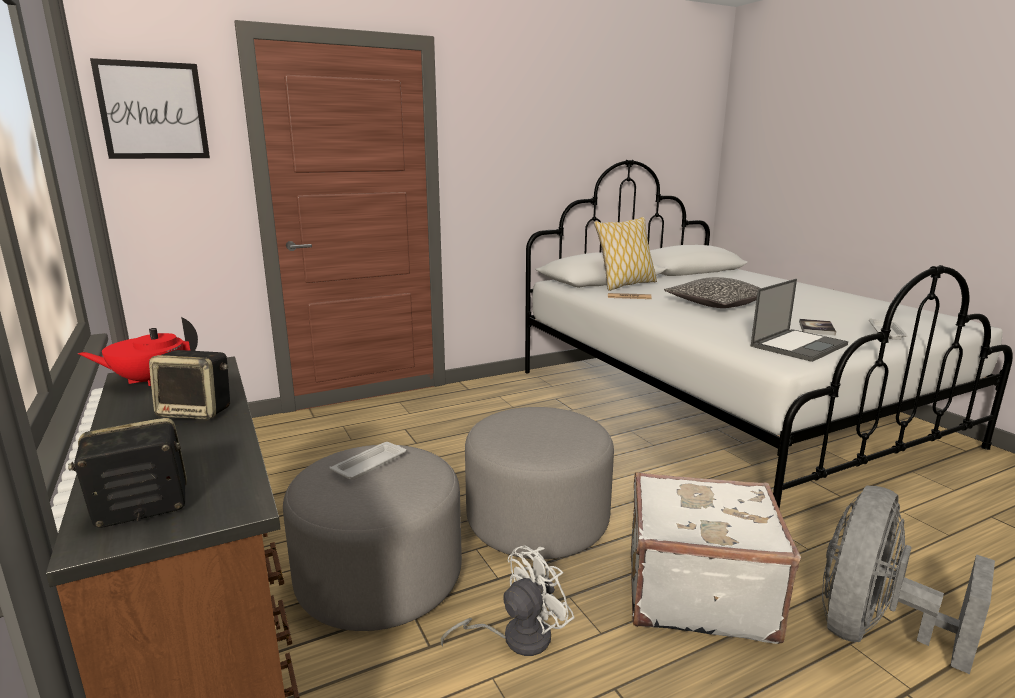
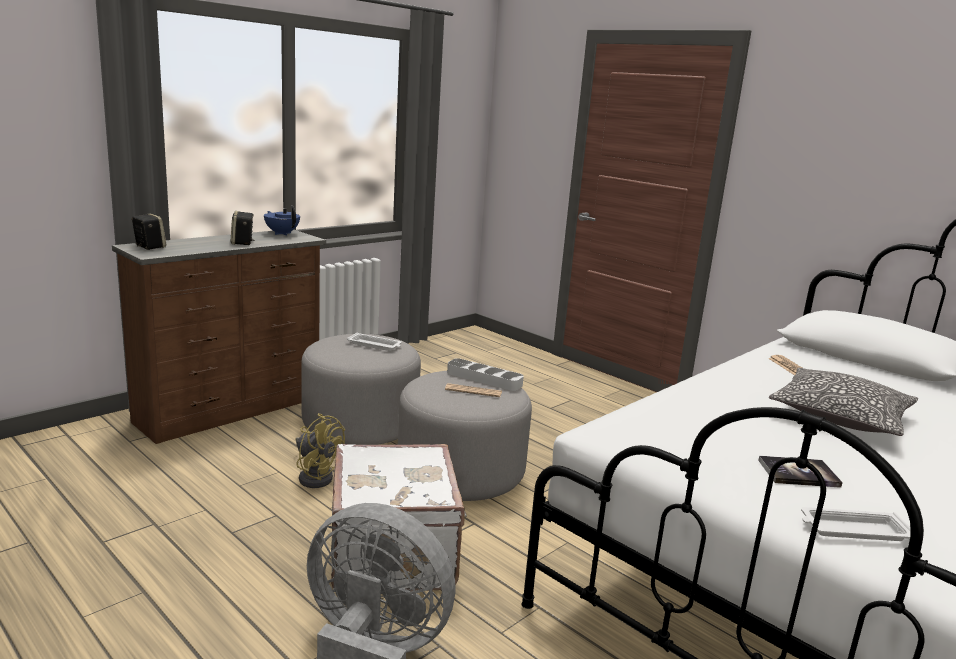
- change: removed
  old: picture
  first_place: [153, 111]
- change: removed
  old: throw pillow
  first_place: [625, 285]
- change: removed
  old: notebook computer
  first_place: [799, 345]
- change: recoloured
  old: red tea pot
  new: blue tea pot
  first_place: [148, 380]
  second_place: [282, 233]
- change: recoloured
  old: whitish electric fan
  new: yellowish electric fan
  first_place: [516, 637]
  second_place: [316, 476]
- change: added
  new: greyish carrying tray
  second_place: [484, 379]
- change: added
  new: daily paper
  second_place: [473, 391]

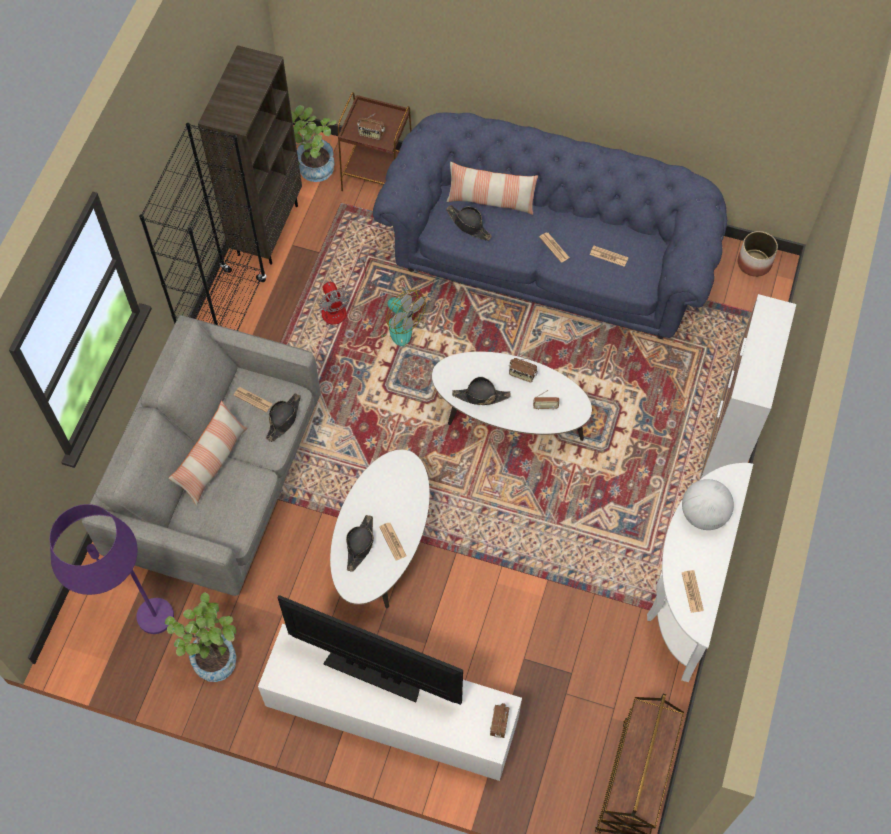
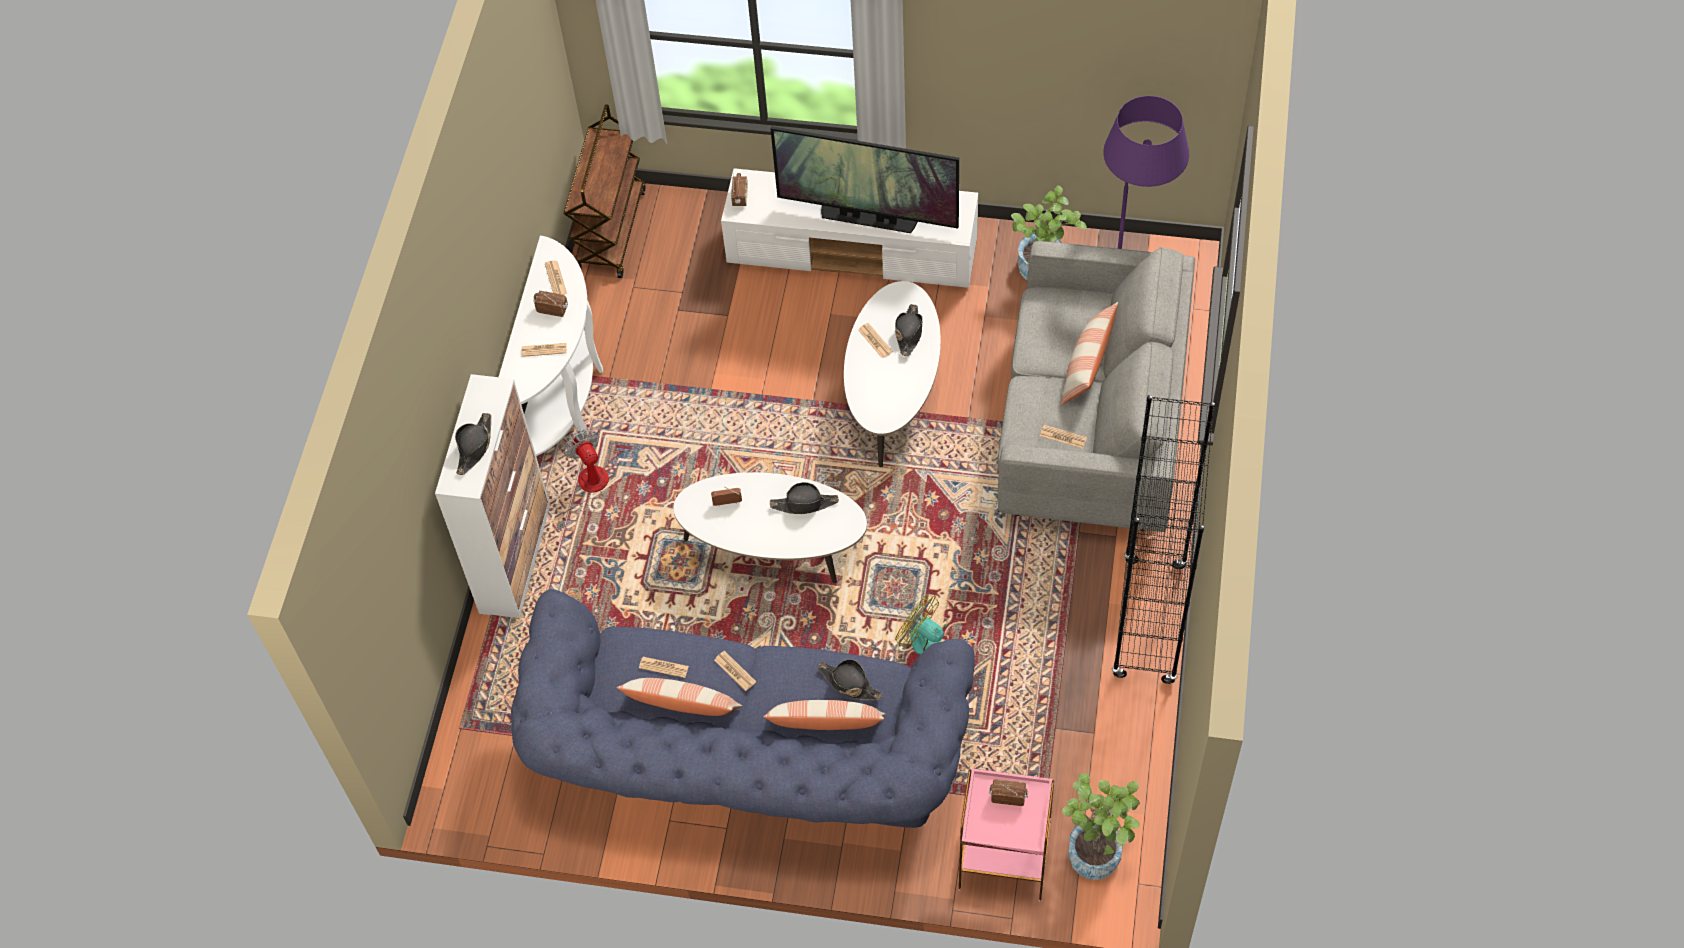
- change: removed
  old: brownish bookshelf
  first_place: [267, 229]
- change: recoloured
  old: brownish accent table
  new: pink-coloured accent table
  first_place: [378, 176]
  second_place: [1003, 857]
- change: removed
  old: flower pot
  first_place: [754, 263]
- change: moved
  old: electric fan
  first_place: [339, 307]
  second_place: [588, 489]
- change: moved
  old: radio receiver
  first_place: [522, 374]
  second_place: [552, 309]
- change: moved
  old: black-coloured hat
  first_place: [284, 419]
  second_place: [474, 447]
- change: replaced
  old: desk globe
  new: daily paper
  first_place: [703, 514]
  second_place: [544, 350]
- change: added
  new: throw pillow
  second_place: [682, 706]

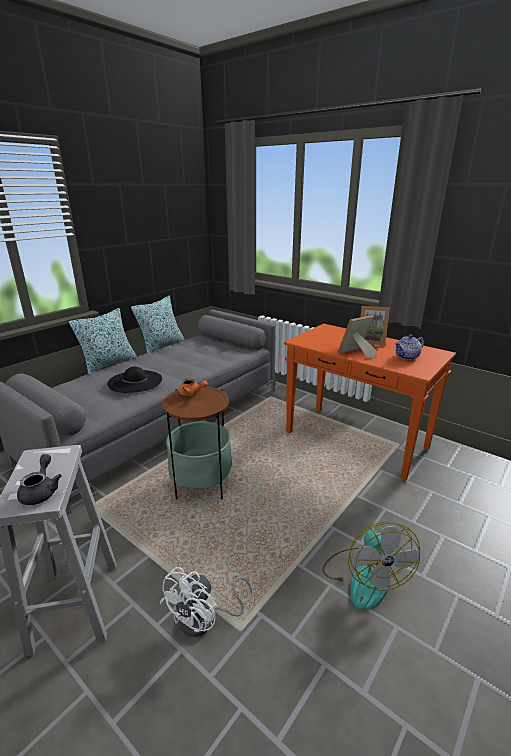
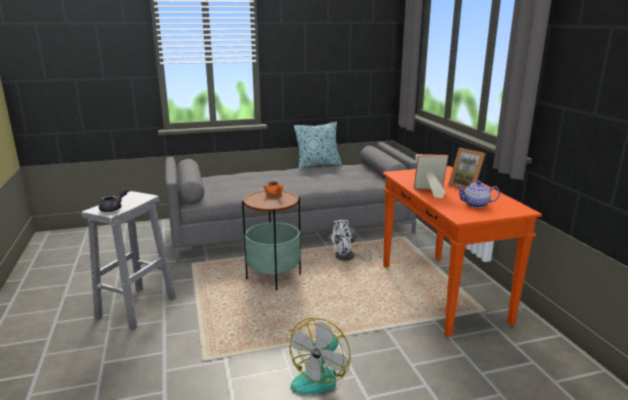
- change: removed
  old: throw pillow
  first_place: [109, 364]
- change: removed
  old: black-coloured hat
  first_place: [135, 381]
- change: moved
  old: whitish electric fan
  first_place: [205, 619]
  second_place: [349, 258]

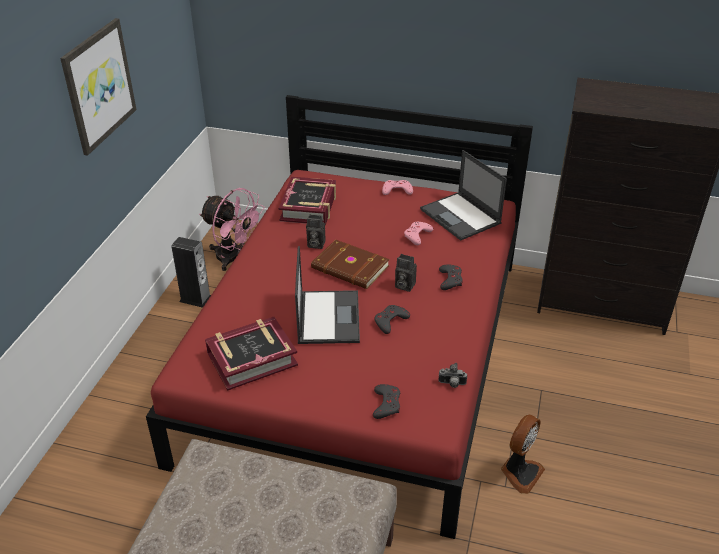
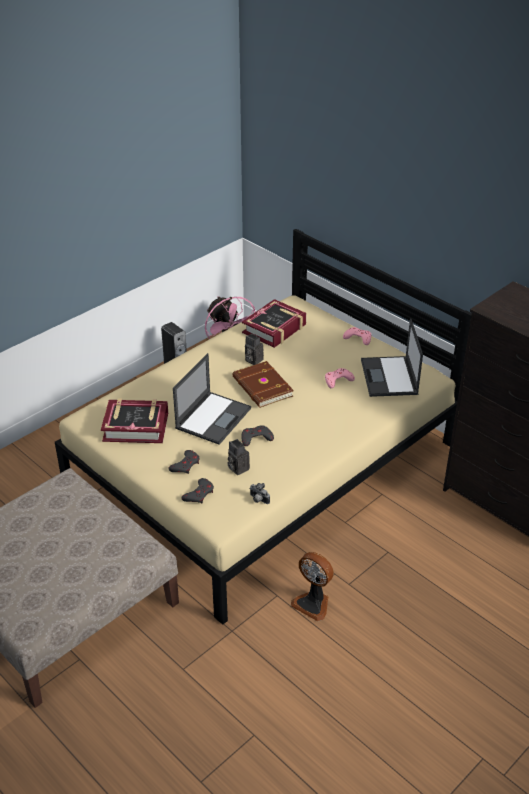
- change: removed
  old: picture
  first_place: [98, 85]
- change: recoloured
  old: red sleeping bed
  new: beige-coloured sleeping bed
  first_place: [359, 355]
  second_place: [264, 466]
- change: moved
  old: still camera
  first_place: [403, 285]
  second_place: [237, 468]
- change: moved
  old: greyish game controller
  first_place: [450, 280]
  second_place: [185, 465]
- change: turned
  old: electric fan
  first_place: [520, 472]
  second_place: [313, 603]
  degrees: 60

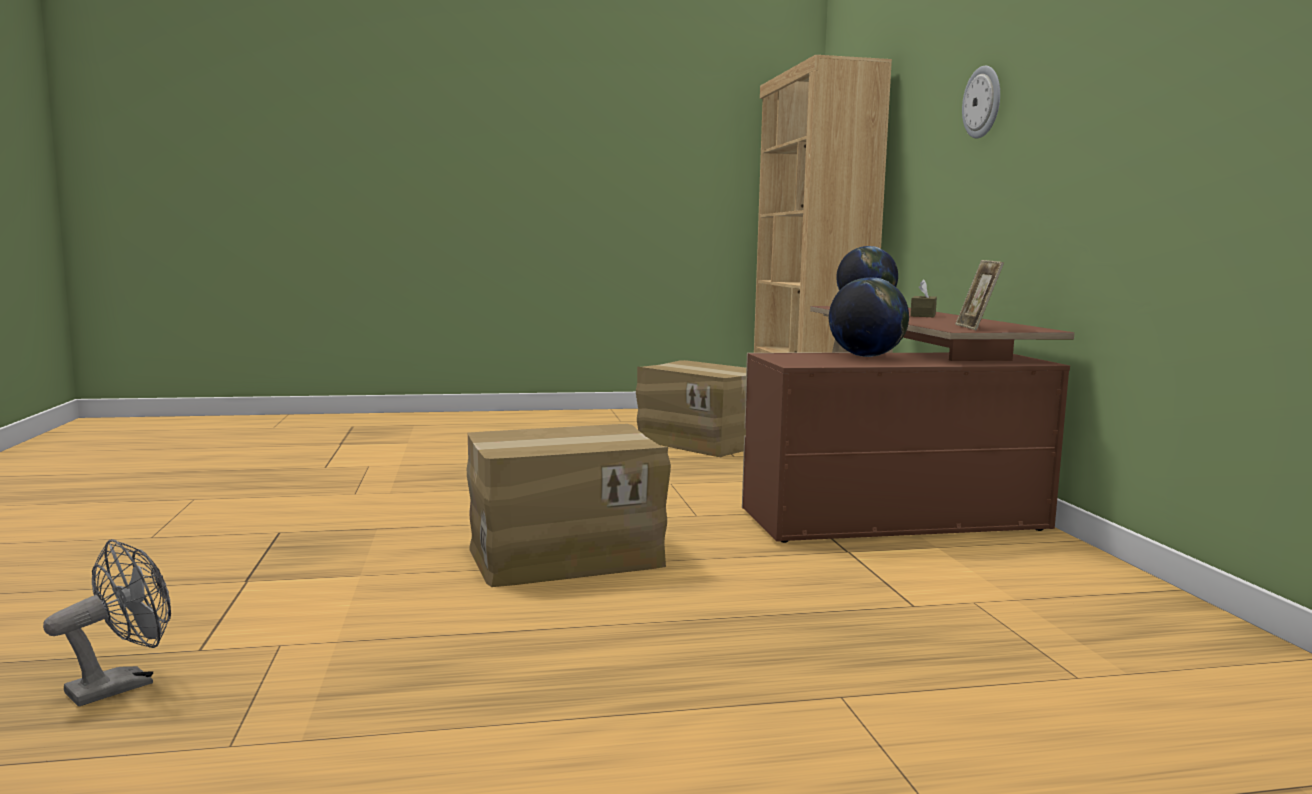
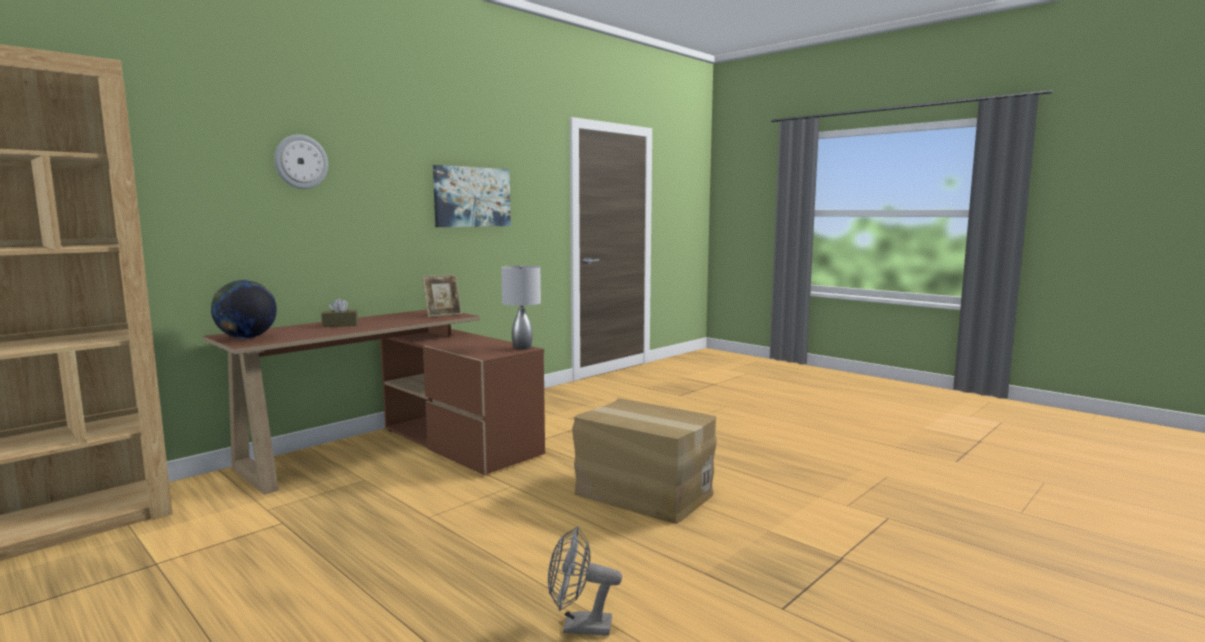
- change: removed
  old: desk globe
  first_place: [866, 356]
- change: removed
  old: packing box
  first_place: [701, 442]
- change: moved
  old: greyish electric fan
  first_place: [122, 685]
  second_place: [579, 627]
- change: added
  new: picture
  second_place: [472, 197]
- change: added
  new: greyish lamp for a table
  second_place: [522, 348]

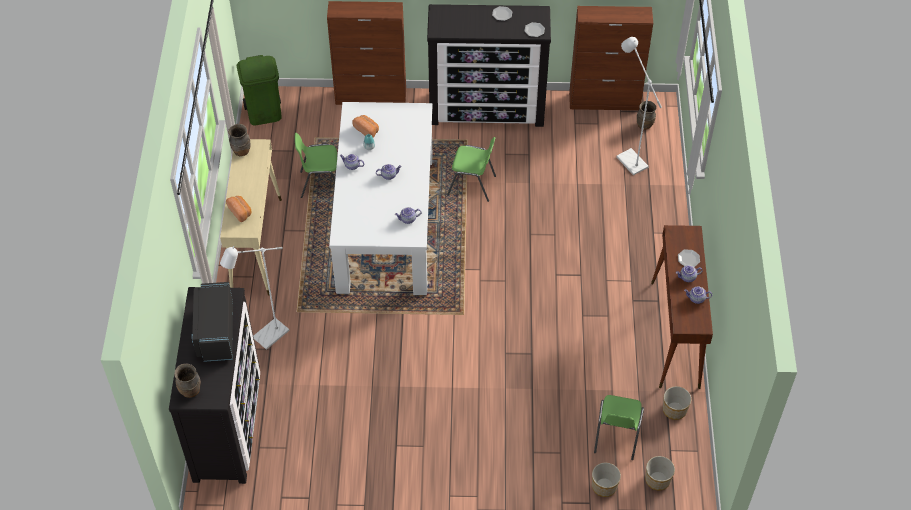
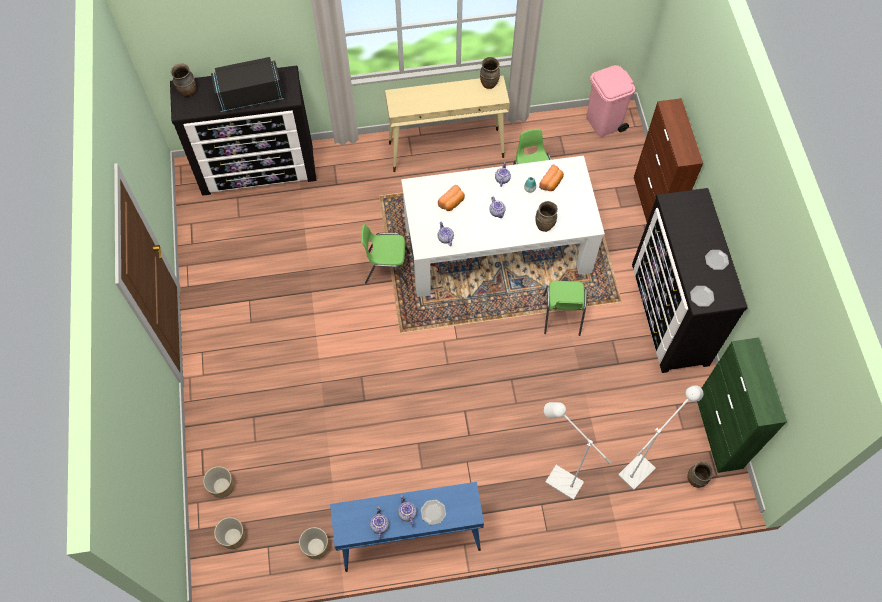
- change: recoloured
  old: brownish storage cabinet
  new: green-coloured storage cabinet
  first_place: [605, 101]
  second_place: [718, 432]
- change: recoloured
  old: green-coloured waste bin
  new: pink-coloured waste bin
  first_place: [264, 113]
  second_place: [604, 122]
- change: moved
  old: baked bread
  first_place: [240, 211]
  second_place: [452, 203]
- change: recoloured
  old: brownish hall table
  new: blue hall table
  first_place: [675, 335]
  second_place: [409, 539]
- change: moved
  old: whitish floor lamp
  first_place: [266, 338]
  second_place: [558, 479]
- change: moved
  old: green-coloured chair
  first_place: [616, 436]
  second_place: [387, 268]
- change: added
  new: brownish vase
  second_place: [544, 225]

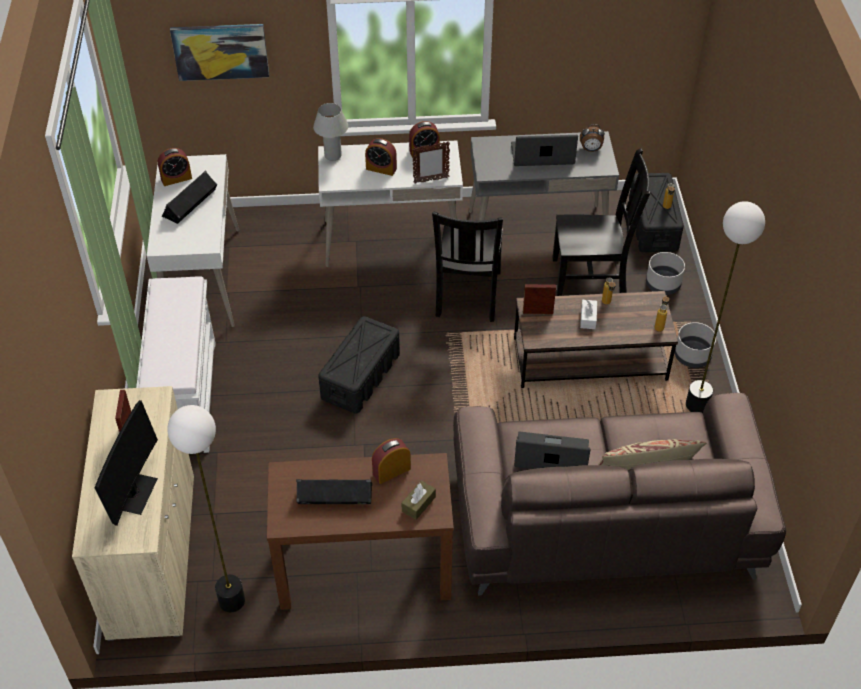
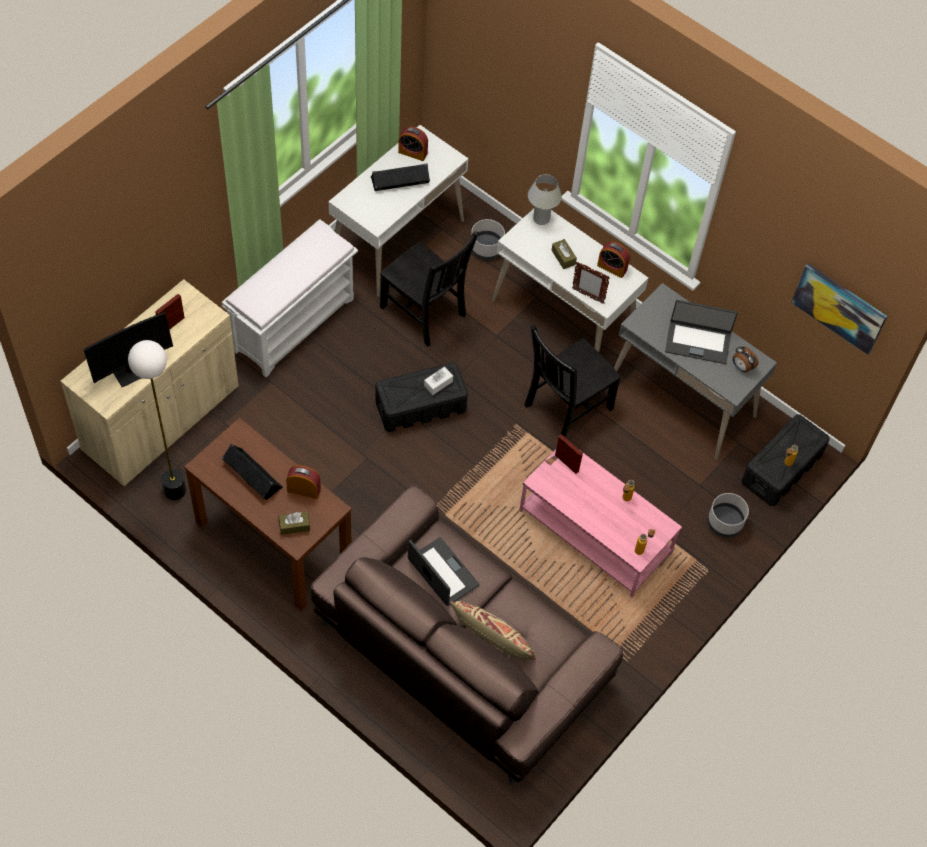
- change: moved
  old: picture
  first_place: [220, 51]
  second_place: [839, 307]
- change: turned
  old: notebook computer
  first_place: [542, 155]
  second_place: [698, 342]
  degrees: 150
- change: replaced
  old: table clock
  new: brownish box of tissues
  first_place: [381, 168]
  second_place: [563, 257]
- change: moved
  old: black-coloured chair
  first_place: [592, 277]
  second_place: [425, 313]
- change: removed
  old: floor lamp
  first_place: [696, 405]
- change: recoloured
  old: brownish low table
  new: pink-coloured low table
  first_place: [589, 359]
  second_place: [594, 532]
- change: moved
  old: whitish box of tissues
  first_place: [588, 318]
  second_place: [438, 384]
- change: moved
  old: greyish flower pot
  first_place: [692, 356]
  second_place: [486, 249]

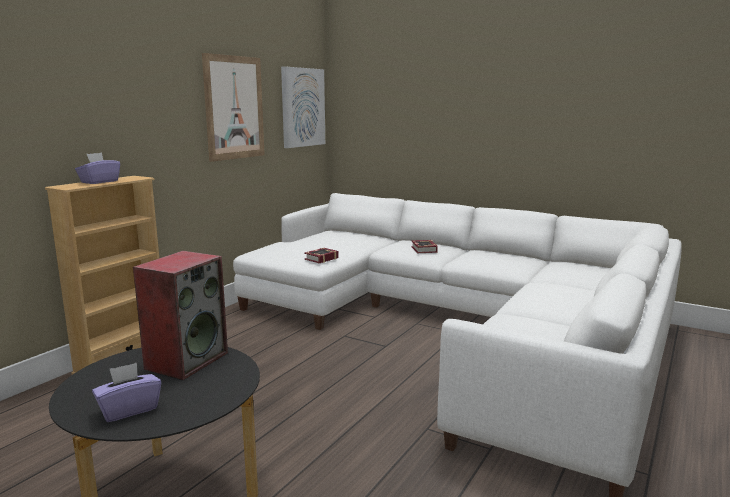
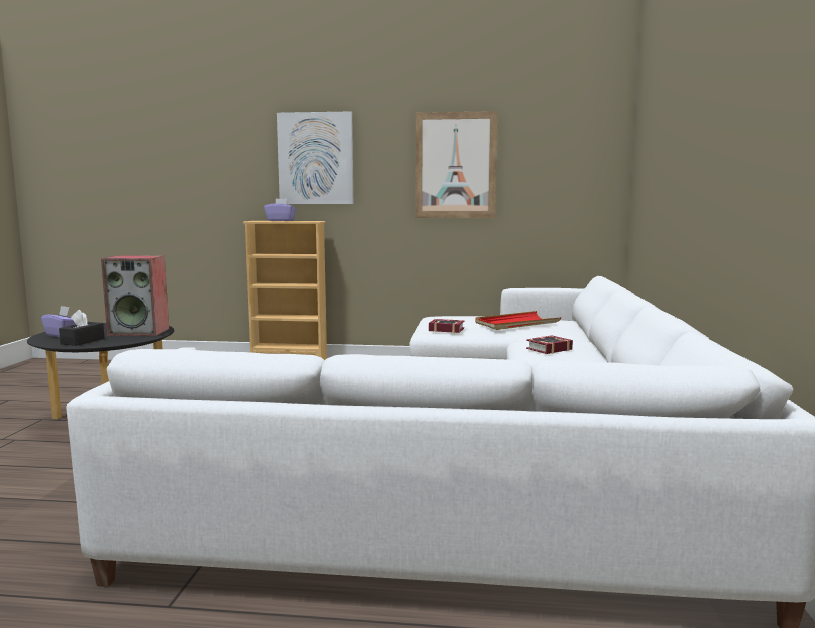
- change: moved
  old: picture
  first_place: [302, 107]
  second_place: [316, 159]
- change: added
  new: black-coloured box of tissues
  second_place: [83, 341]
- change: added
  new: red carrying tray
  second_place: [516, 324]

